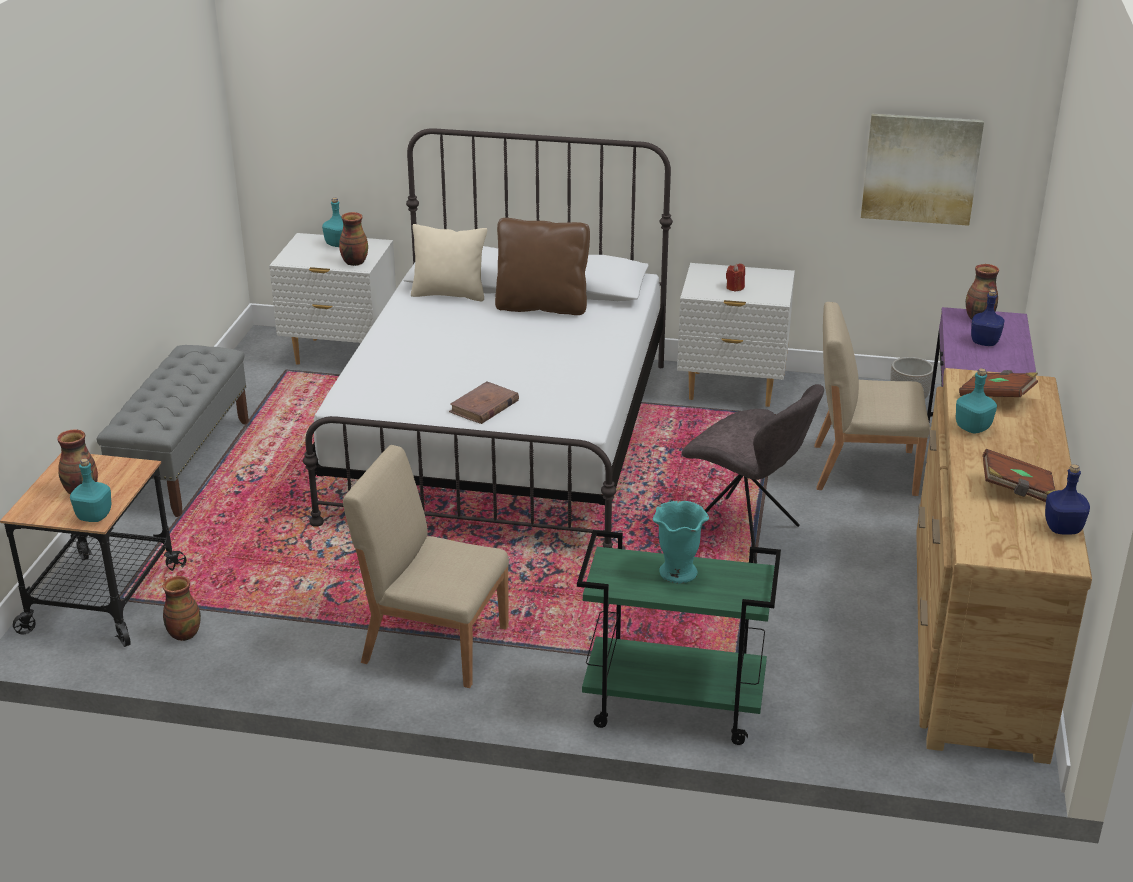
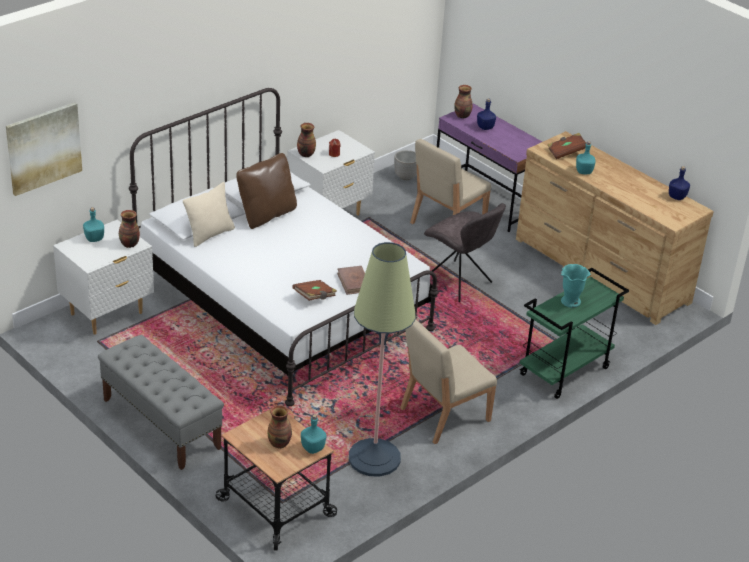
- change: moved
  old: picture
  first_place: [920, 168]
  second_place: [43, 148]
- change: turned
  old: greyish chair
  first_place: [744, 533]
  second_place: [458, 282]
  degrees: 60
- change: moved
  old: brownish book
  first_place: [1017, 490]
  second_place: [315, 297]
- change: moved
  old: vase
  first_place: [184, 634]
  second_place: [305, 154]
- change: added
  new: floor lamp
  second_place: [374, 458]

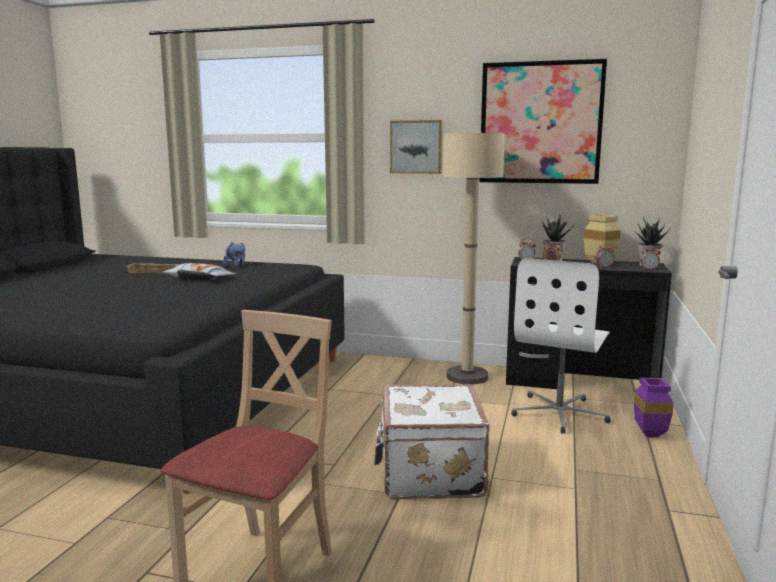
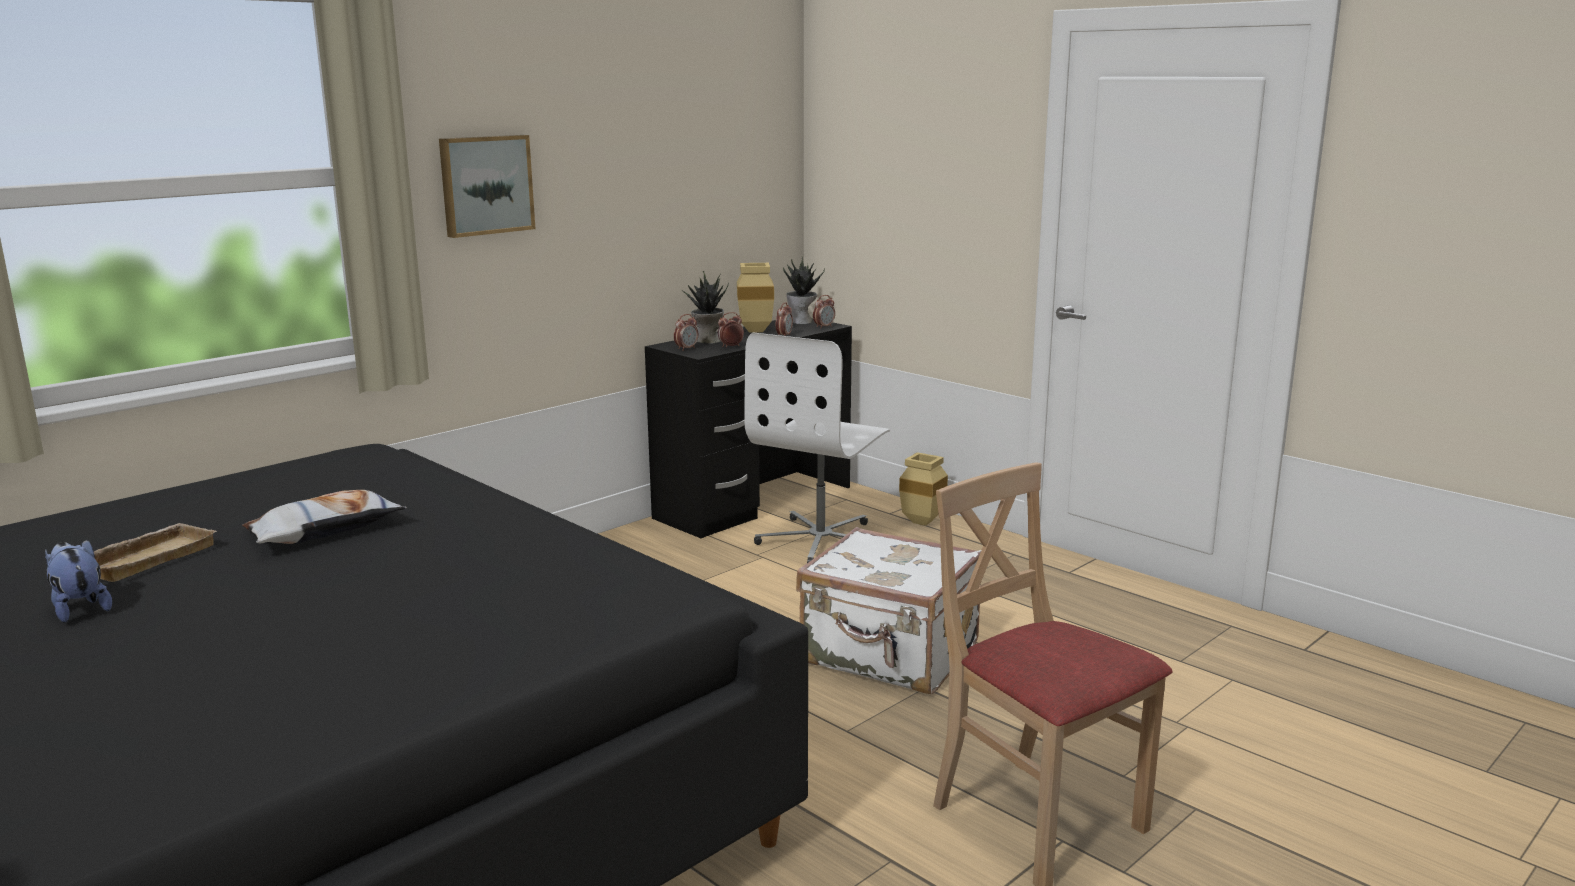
- change: removed
  old: picture
  first_place: [540, 123]
- change: removed
  old: beige-coloured floor lamp
  first_place: [467, 377]
- change: moved
  old: plush toy
  first_place: [236, 265]
  second_place: [79, 609]
- change: turned
  old: whitish computer chair
  first_place: [560, 413]
  second_place: [821, 540]
  degrees: 60
- change: recoloured
  old: purple vase
  new: beige-coloured vase
  first_place: [651, 435]
  second_place: [924, 522]

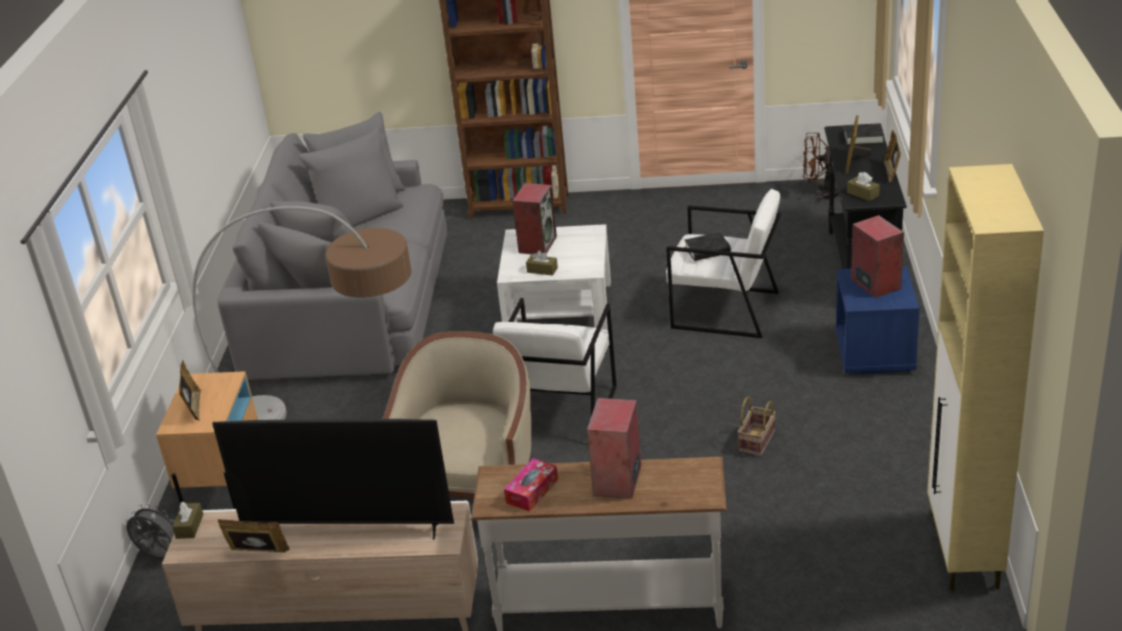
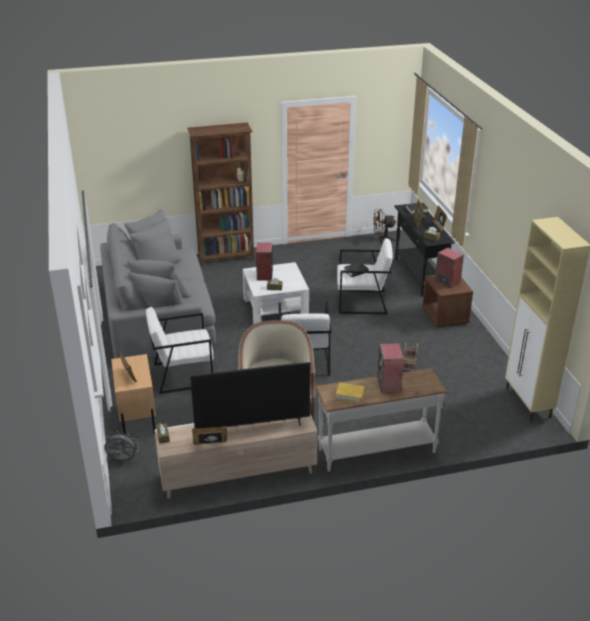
- change: replaced
  old: floor lamp
  new: whitish armchair
  first_place: [338, 414]
  second_place: [183, 374]
- change: recoloured
  old: blue bedside table
  new: brownish bedside table
  first_place: [875, 354]
  second_place: [445, 316]
- change: replaced
  old: box of tissues
  new: yellowish book
  first_place: [532, 491]
  second_place: [350, 394]

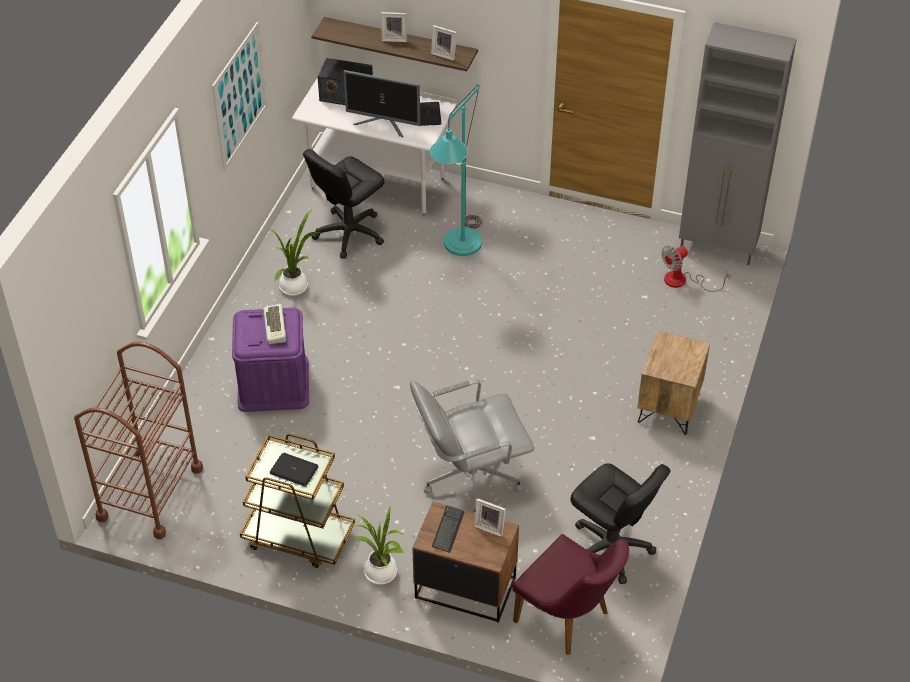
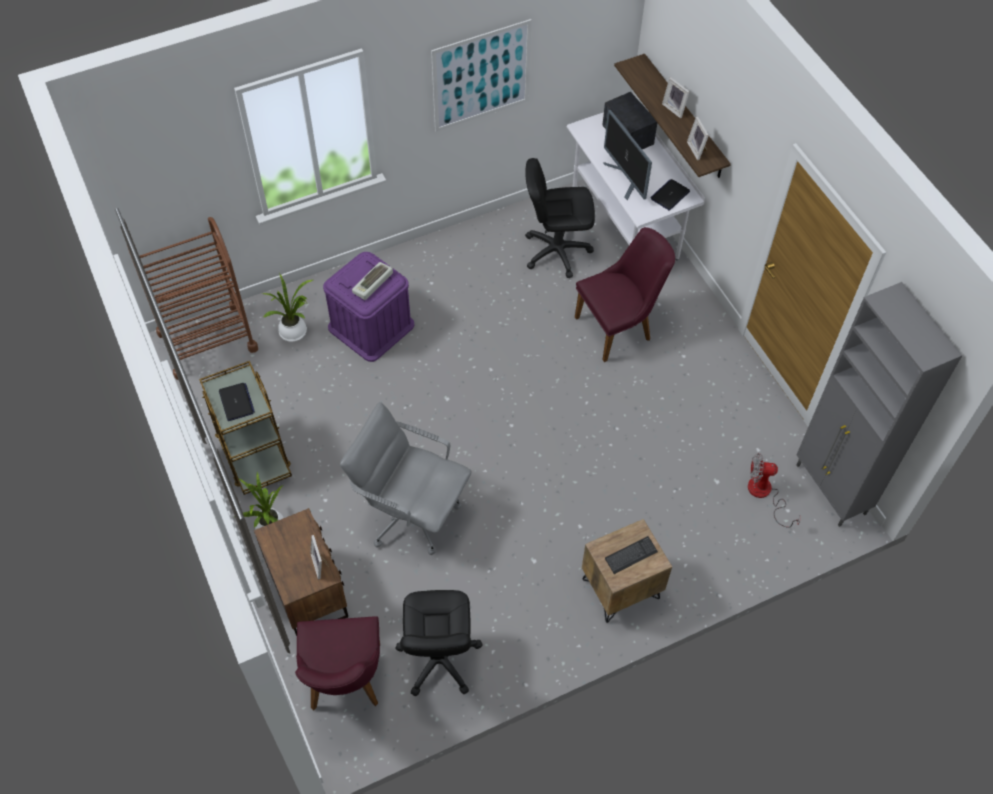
- change: replaced
  old: turquoise floor lamp
  new: purple chair
  first_place: [459, 250]
  second_place: [619, 327]
- change: moved
  old: potted plant
  first_place: [296, 286]
  second_place: [295, 332]
- change: moved
  old: keyboard
  first_place: [448, 530]
  second_place: [631, 555]

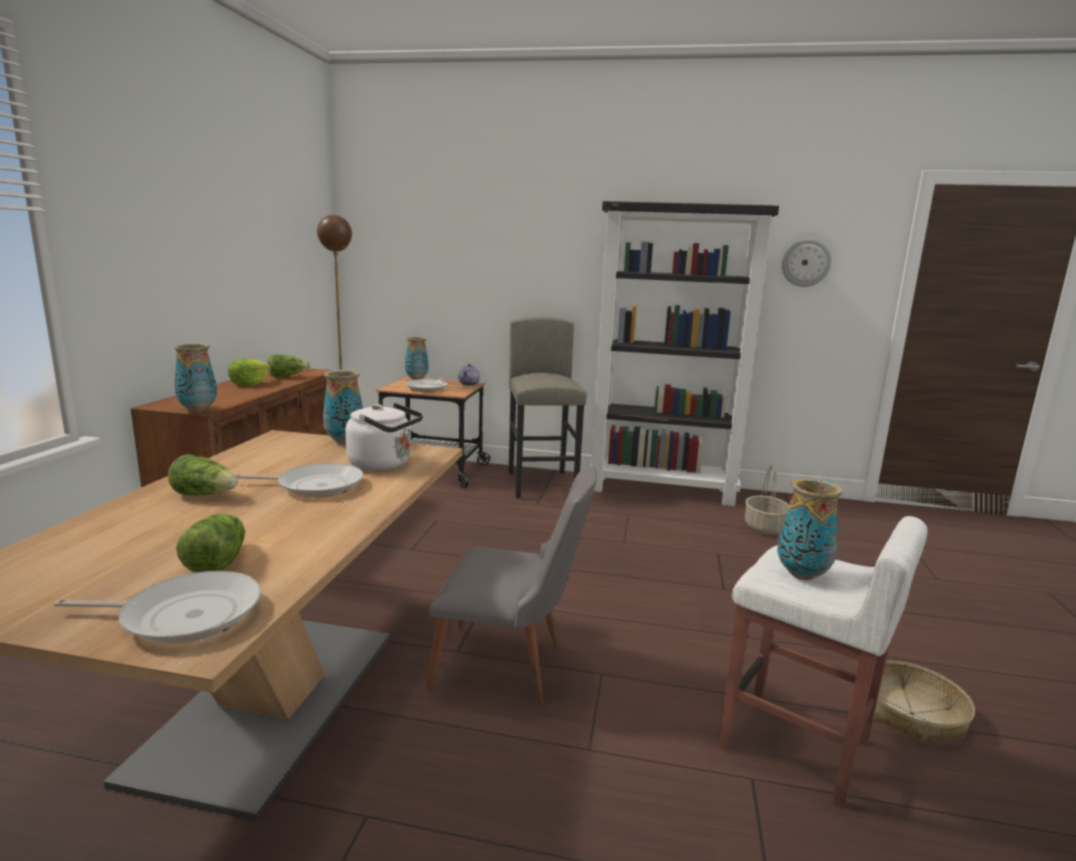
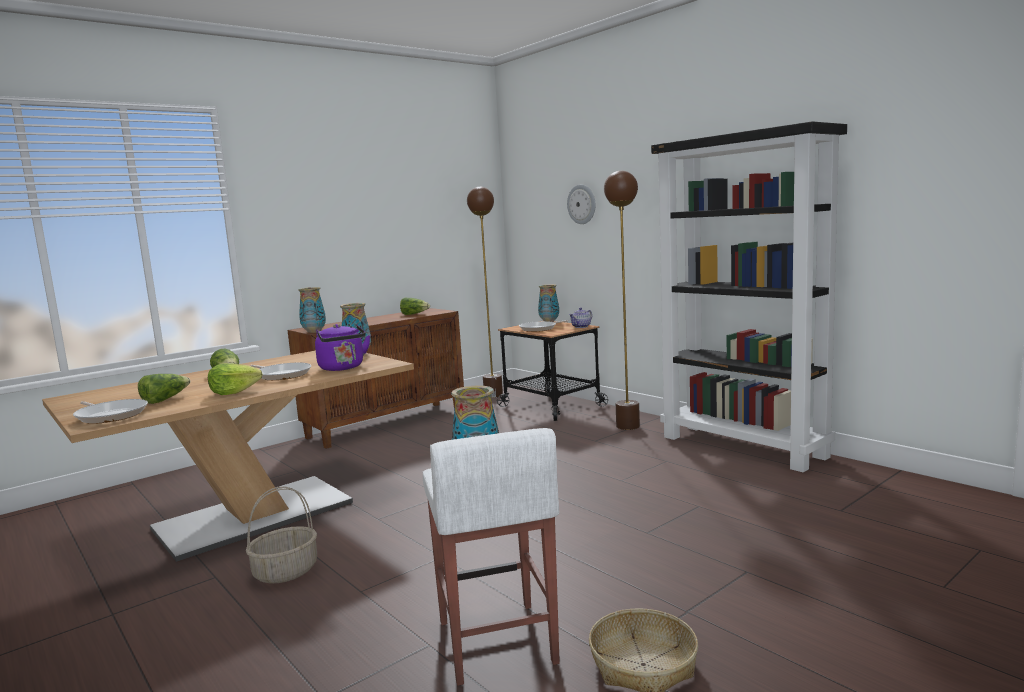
- change: moved
  old: hanging clock
  first_place: [806, 262]
  second_place: [582, 204]
- change: replaced
  old: greyish stool seat
  new: brownish floor lamp
  first_place: [542, 484]
  second_place: [628, 426]
- change: moved
  old: head of lettuce
  first_place: [249, 384]
  second_place: [234, 392]
- change: recoloured
  old: whitish tea kettle
  new: purple tea kettle
  first_place: [384, 464]
  second_place: [343, 368]
- change: moved
  old: basket
  first_place: [764, 527]
  second_place: [286, 571]
- change: removed
  old: greyish chair
  first_place: [510, 668]

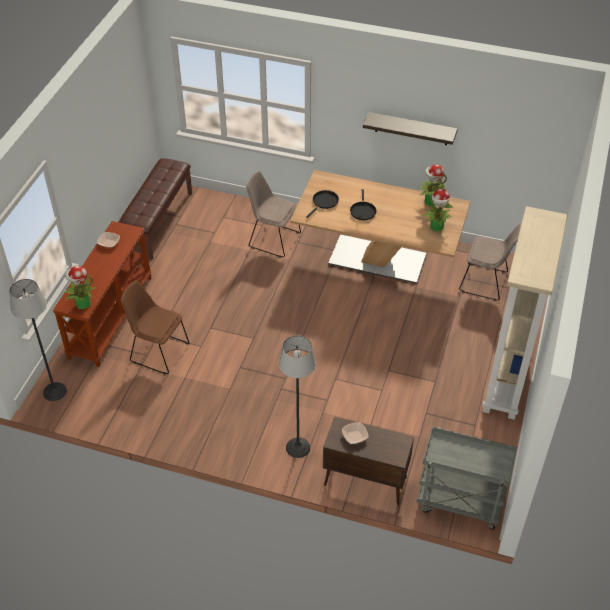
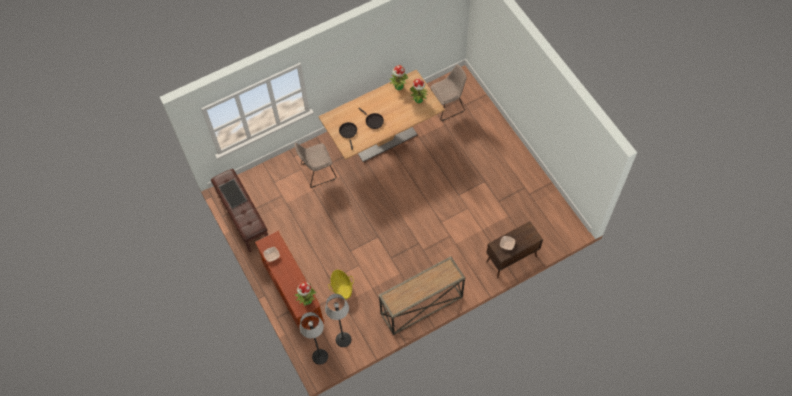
- change: removed
  old: wall shelf
  first_place: [411, 129]
- change: removed
  old: beige-coloured bookshelf
  first_place: [507, 380]
- change: replaced
  old: brownish chair
  new: basket
  first_place: [158, 351]
  second_place: [342, 288]
- change: moved
  old: floor lamp
  first_place: [298, 447]
  second_place: [343, 339]
- change: removed
  old: greyish wheeled cart
  first_place: [458, 503]
- change: added
  new: carrying tray
  second_place: [233, 194]
- change: added
  new: hall table
  second_place: [421, 306]

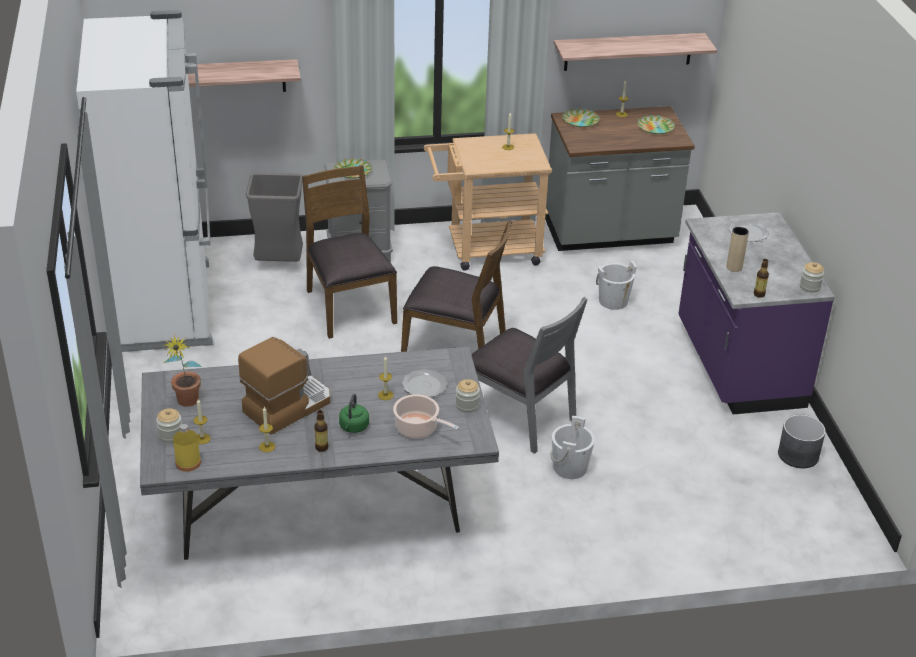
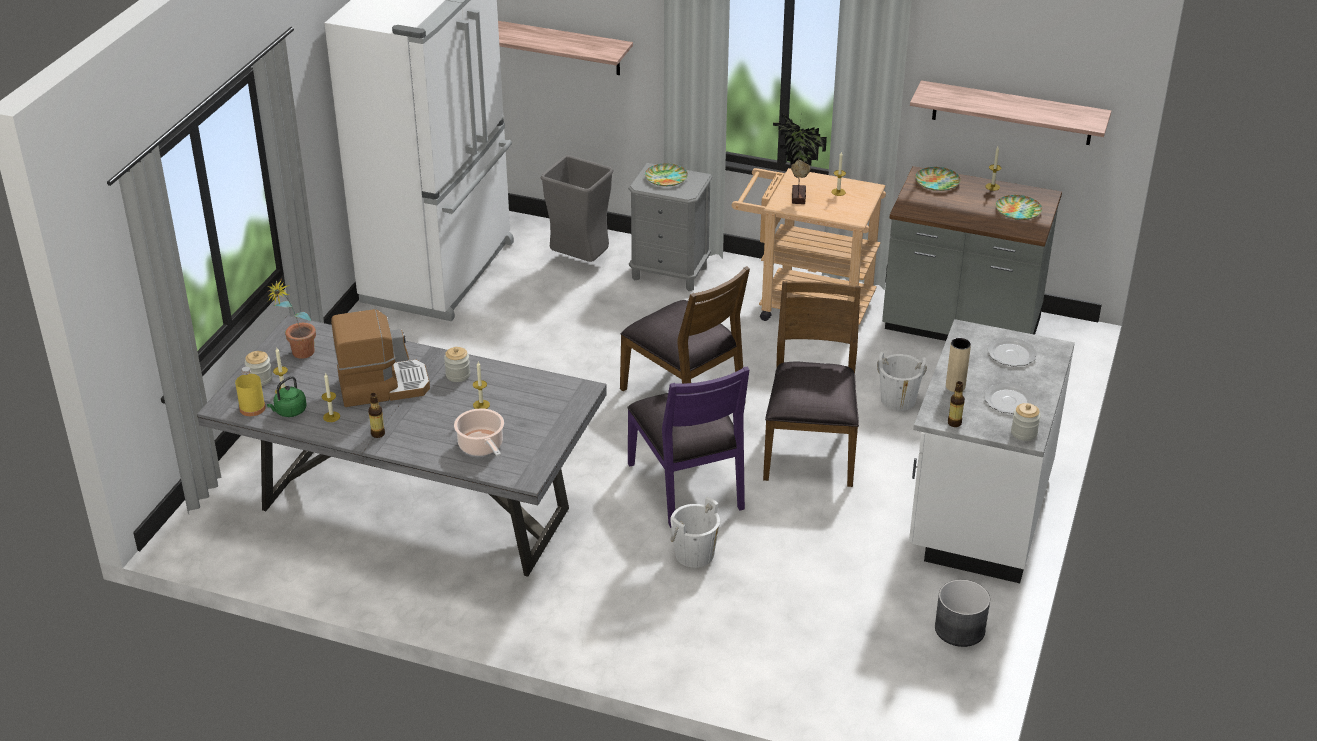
- change: moved
  old: brownish chair
  first_place: [349, 306]
  second_place: [810, 449]
- change: recoloured
  old: purple kitchen counter
  new: whitish kitchen counter
  first_place: [737, 366]
  second_place: [978, 512]
- change: recoloured
  old: greyish chair
  new: purple chair
  first_place: [519, 416]
  second_place: [688, 486]
- change: moved
  old: plate
  first_place: [425, 386]
  second_place: [1009, 401]
- change: moved
  old: jar
  first_place: [467, 405]
  second_place: [458, 375]
- change: moved
  old: green-coloured tea kettle
  first_place: [353, 427]
  second_place: [289, 412]
- change: added
  new: potted plant
  second_place: [796, 197]

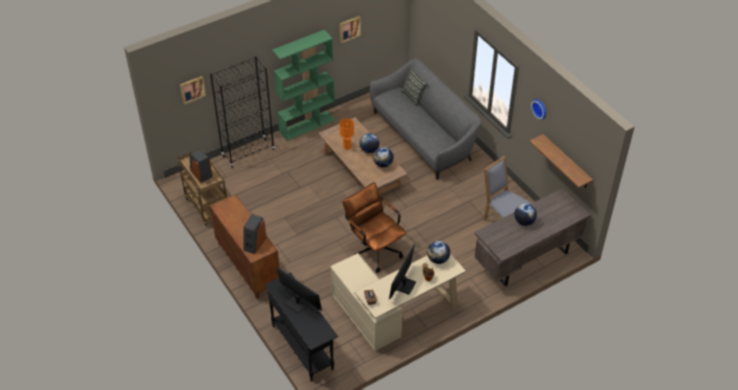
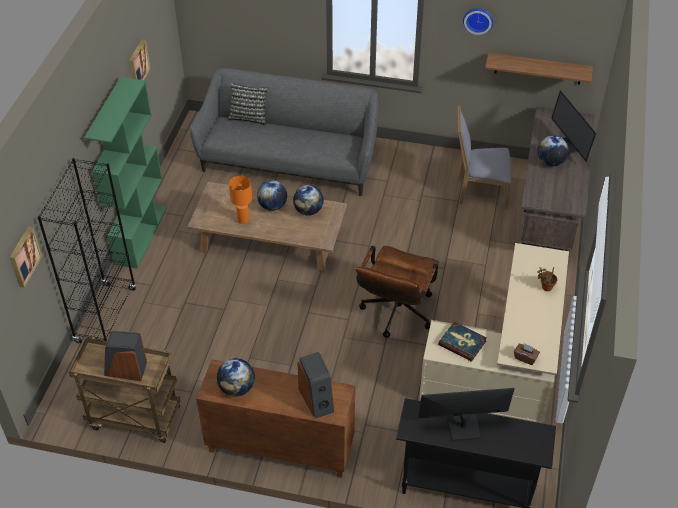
- change: turned
  old: brownish computer chair
  first_place: [374, 249]
  second_place: [395, 315]
  degrees: -75
- change: moved
  old: desk globe
  first_place: [438, 259]
  second_place: [237, 388]
- change: moved
  old: computer display
  first_place: [404, 285]
  second_place: [572, 144]
- change: added
  new: book
  second_place: [462, 343]

